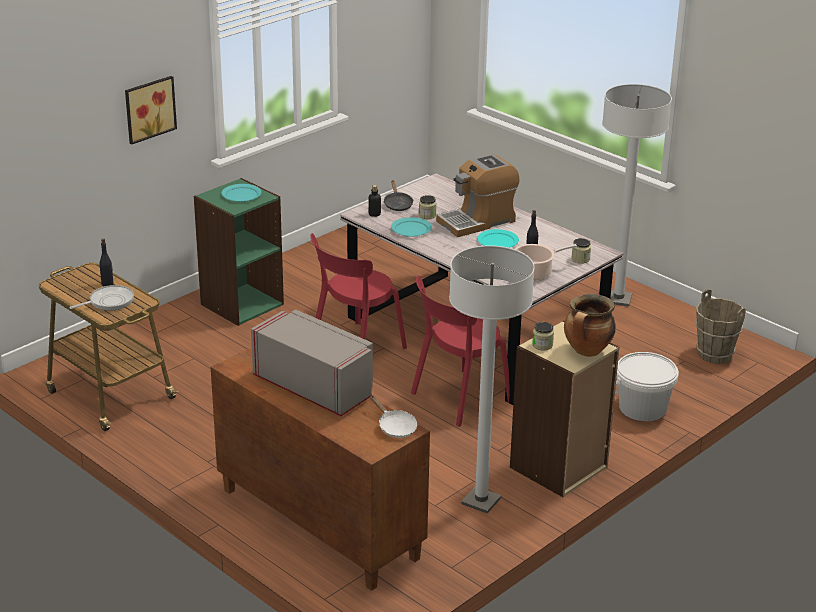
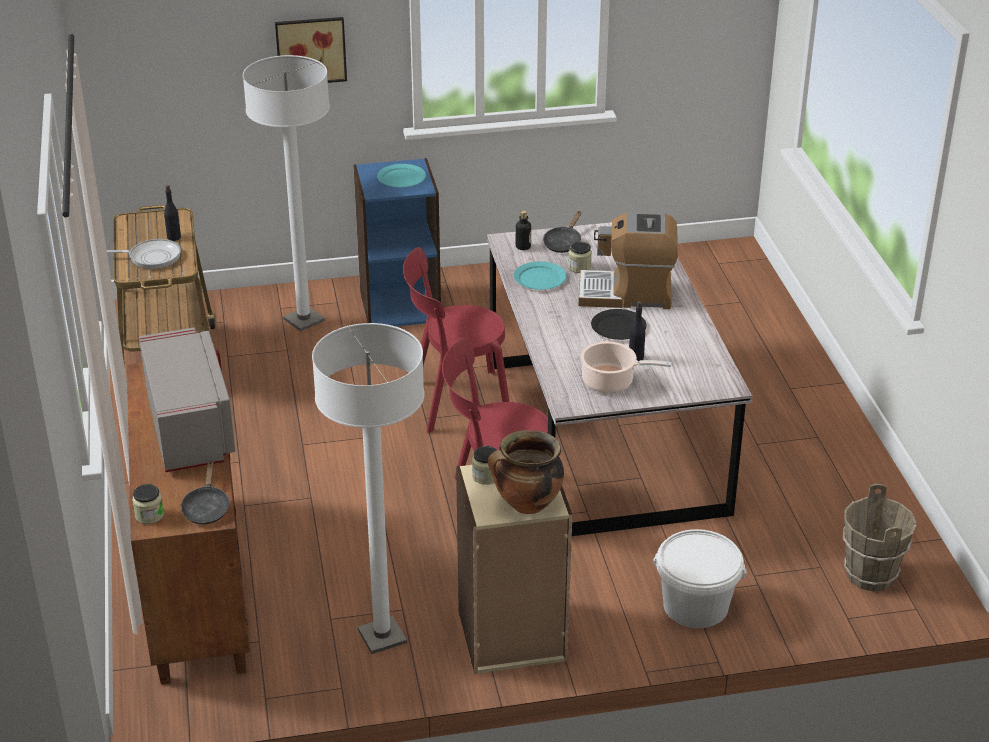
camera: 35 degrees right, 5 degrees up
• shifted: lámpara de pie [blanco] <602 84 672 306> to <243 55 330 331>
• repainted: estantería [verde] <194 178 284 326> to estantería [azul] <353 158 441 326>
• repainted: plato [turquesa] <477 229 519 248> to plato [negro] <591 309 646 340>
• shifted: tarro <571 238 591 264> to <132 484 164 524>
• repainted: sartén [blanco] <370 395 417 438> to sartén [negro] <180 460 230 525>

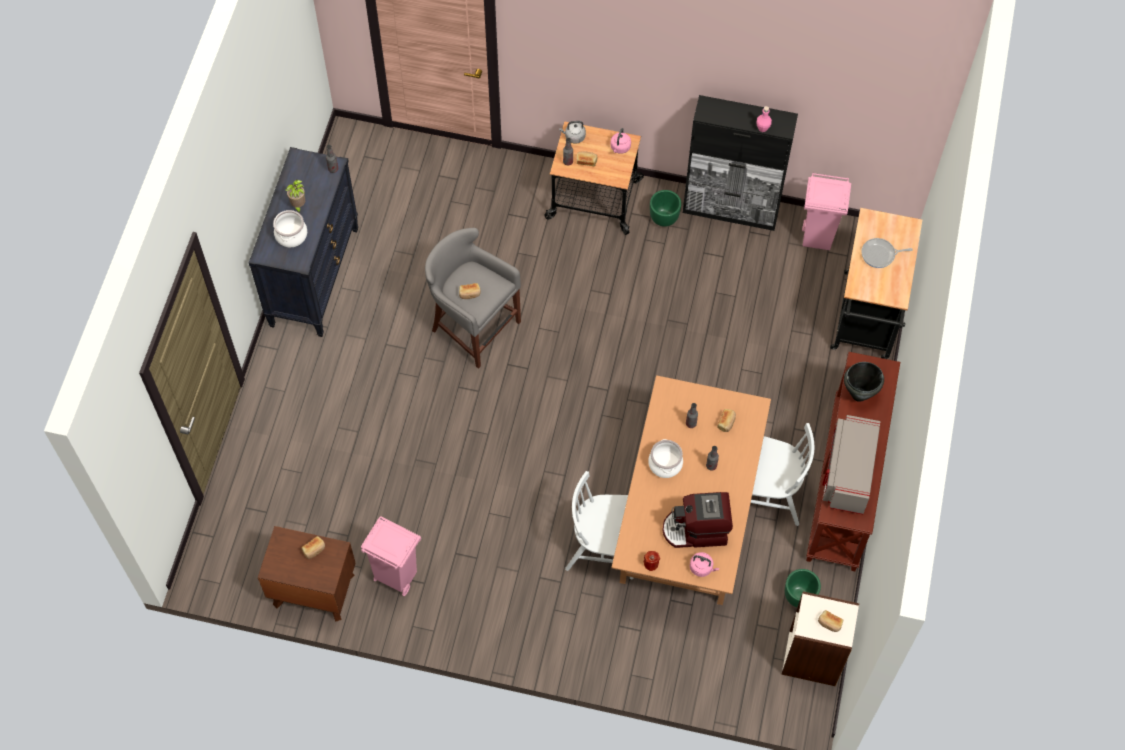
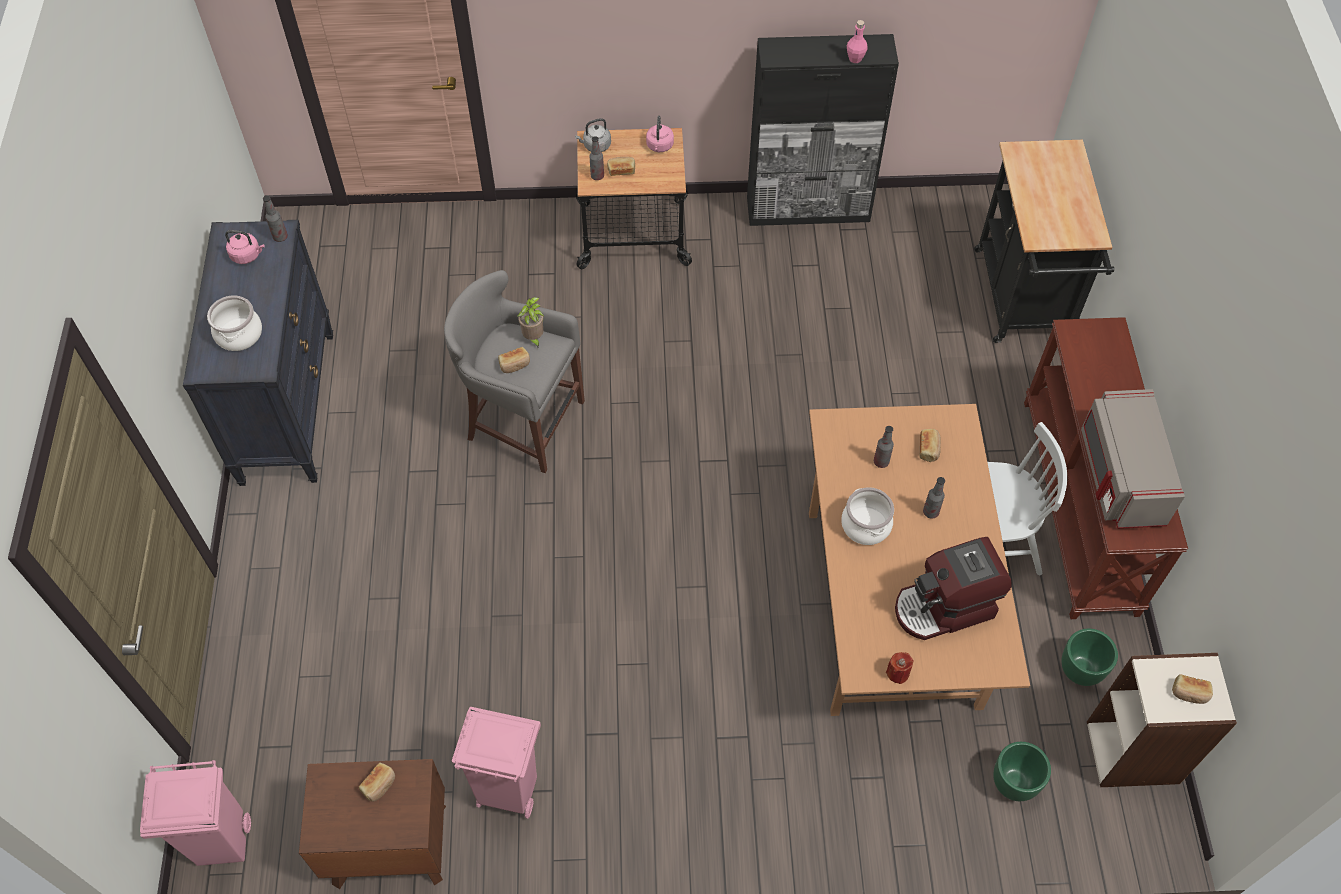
camera: 15 degrees left, 5 degrees down
• shifted: papelera [rosa] <802 173 851 250> to <140 760 251 866>
• shifted: planta en maceta <285 179 305 213> to <518 297 544 348>
• shifted: maceta [verde] <650 190 681 227> to <993 742 1051 801>
• gone: sartén <861 238 913 268>
• gone: olla [negro] <844 362 884 402>
• gone: silla [blanco] <565 471 634 579>
• shifted: hervidor [rosa] <690 552 719 577> to <225 230 264 264>

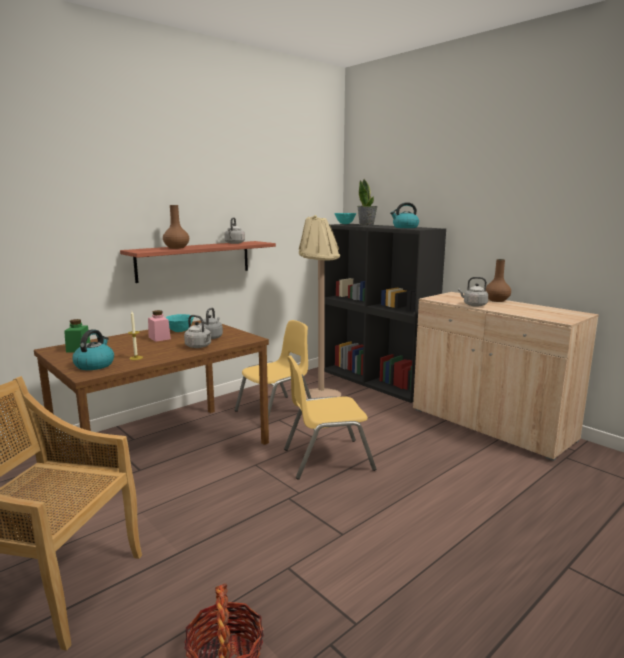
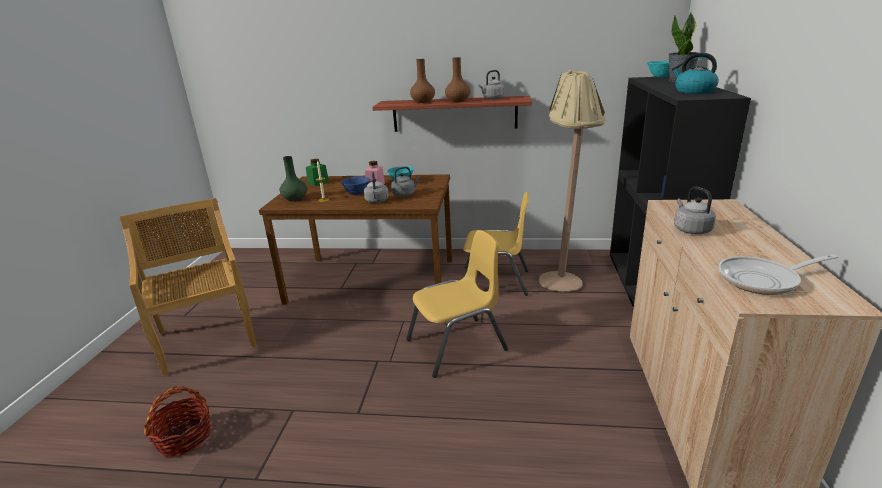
camera: 50 degrees right, 10 degrees up
• shifted: florero [marrón] <486 259 511 302> to <445 57 470 102>
• swapped: hervidor <72 330 114 370> to florero [verde] <279 156 307 201>
• rotated: silla [amarillo] <284 355 376 479> = <407 230 508 378> 120 degrees clockwise
• new: cuenco [azul] <341 176 370 195>
• new: sartén <719 254 838 295>

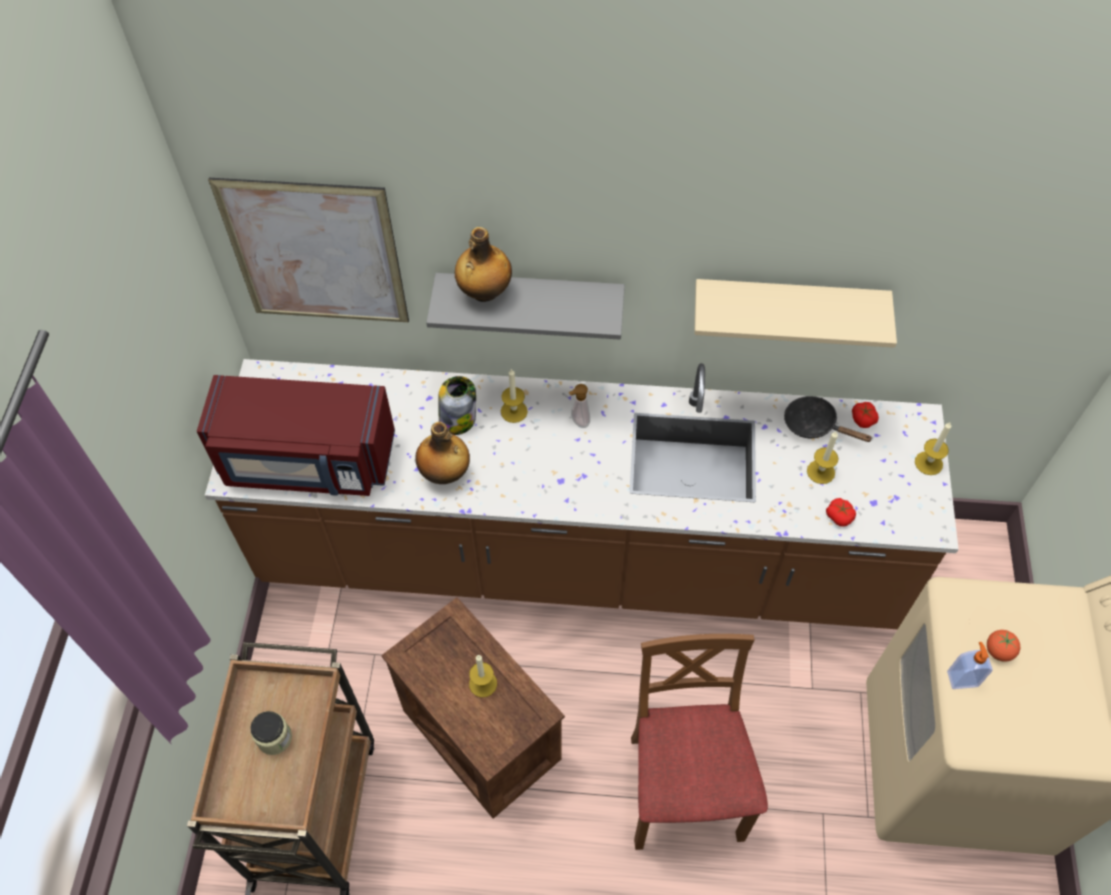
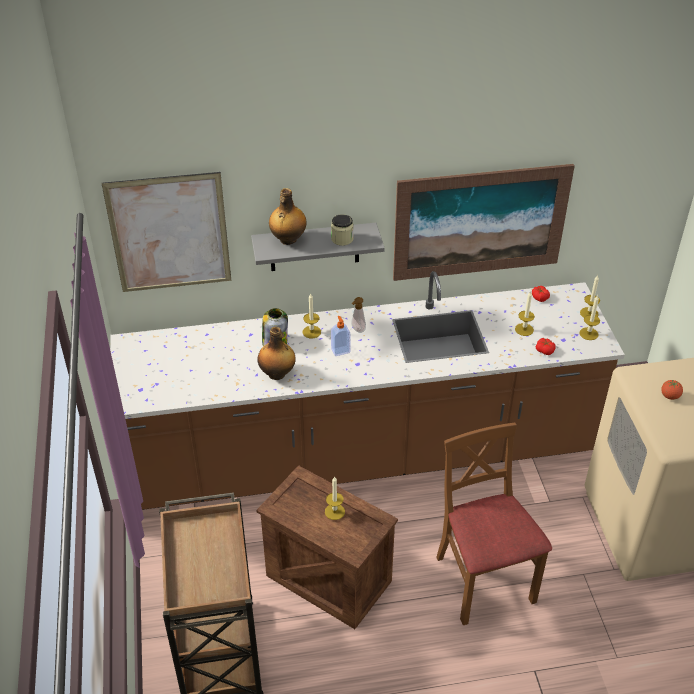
camera: 15 degrees left, 15 degrees down
• swapped: estante [beis] <694 279 897 348> to cuadro <393 164 575 281>
• gone: microondas [rojo] <197 375 395 496>
• gone: sartén [negro] <784 396 873 442>
• shifted: dispensador de jabón <947 642 993 689> to <331 316 350 356>
• shifted: tarro <250 711 292 755> to <331 214 354 246>
• new: vela <579 295 600 340>

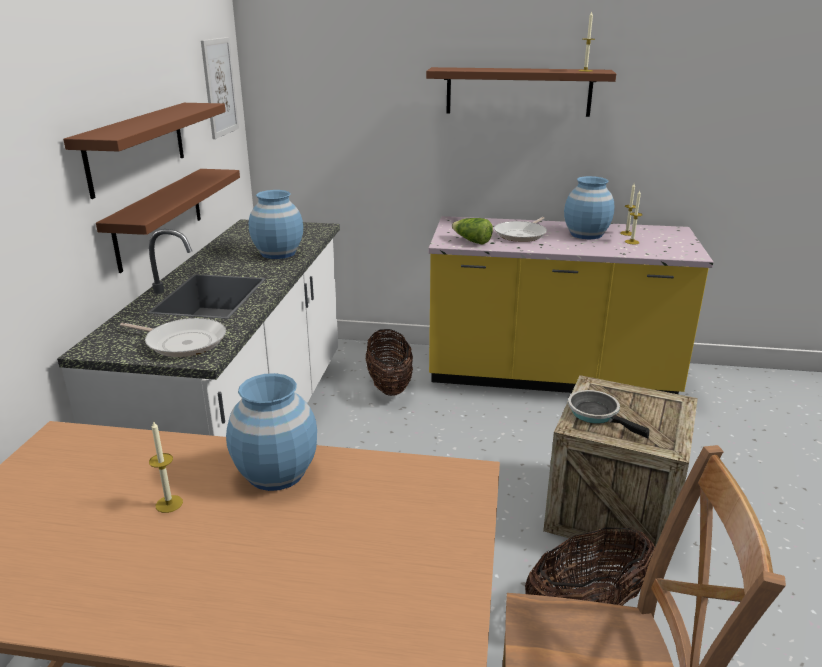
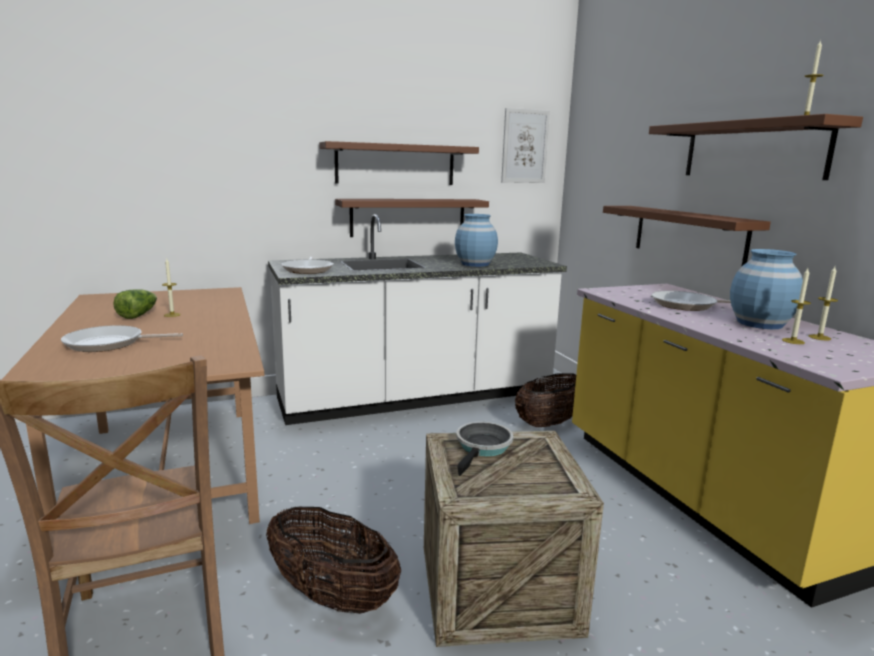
camera: 60 degrees right, 10 degrees down
• shifted: lechuga <452 218 493 245> to <113 289 157 319>
• gone: florero [azul] <226 373 317 491>
• new: estante [marrón] <603 206 771 266>
• new: sartén <61 325 183 352>

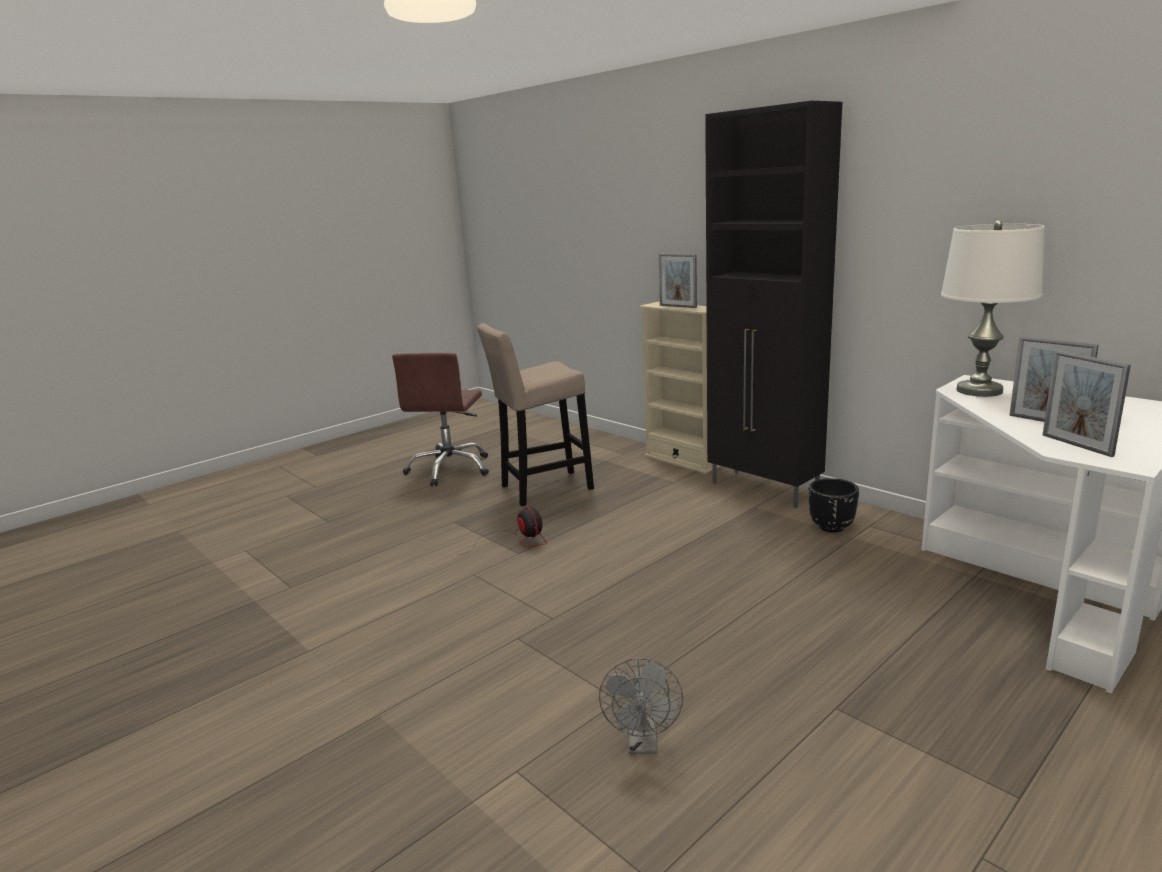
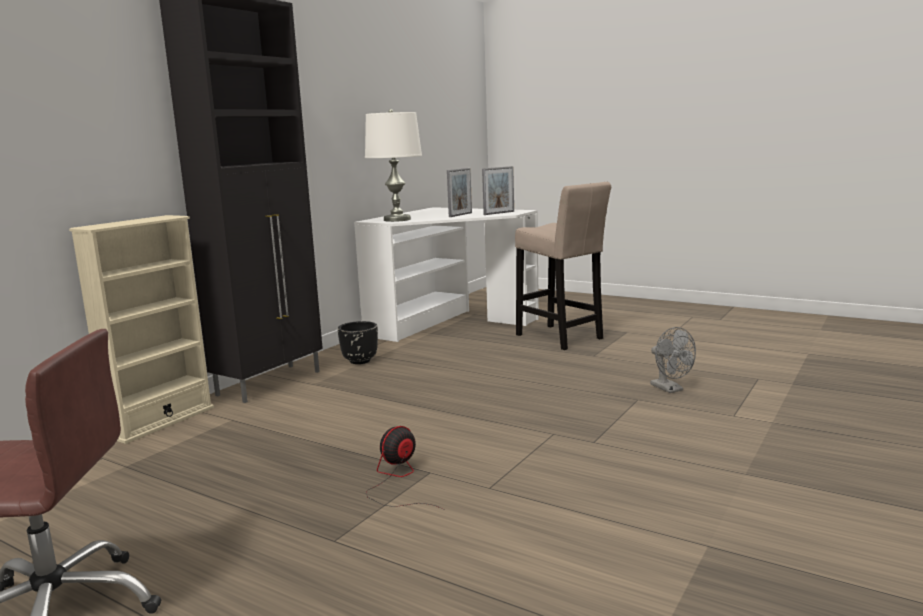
camera: 105 degrees left, 5 degrees down
• gone: portarretratos <659 254 697 308>
• shifted: taburete [beis] <477 323 594 507> to <515 182 611 350>
• rotated: ventilador [gris] <599 658 683 754> = <650 327 696 393> 75 degrees clockwise

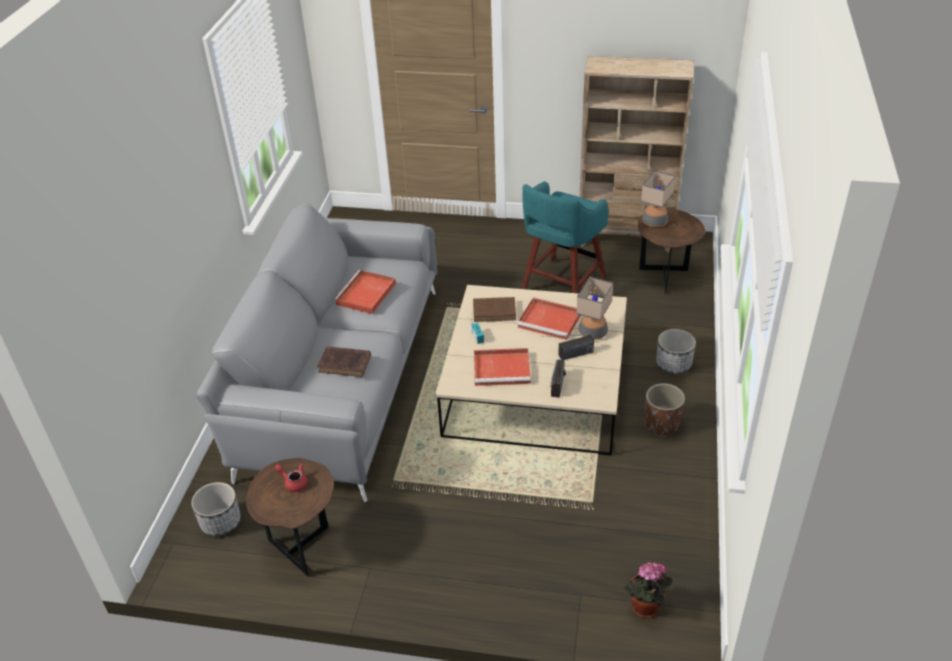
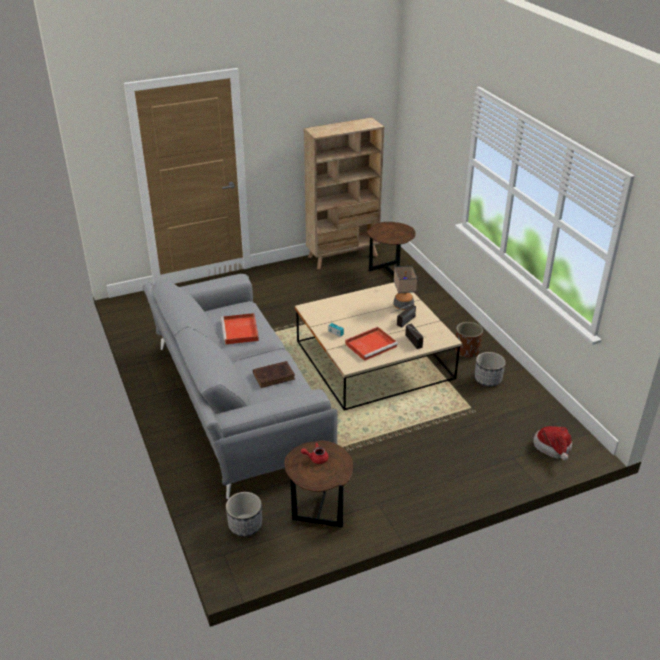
camera: 35 degrees left, 5 degrees down
• gone: lámpara de mesa <641 170 676 227>
• gone: taburete [turquesa] <522 181 609 293>
• gone: libro [marrón] <473 297 516 322>
• gone: bandeja [rojo] <517 298 581 340>
• shifted: maceta <656 329 696 374> to <475 352 506 387>
• swapped: planta en maceta <624 562 673 619> to sombrero <533 426 572 461>

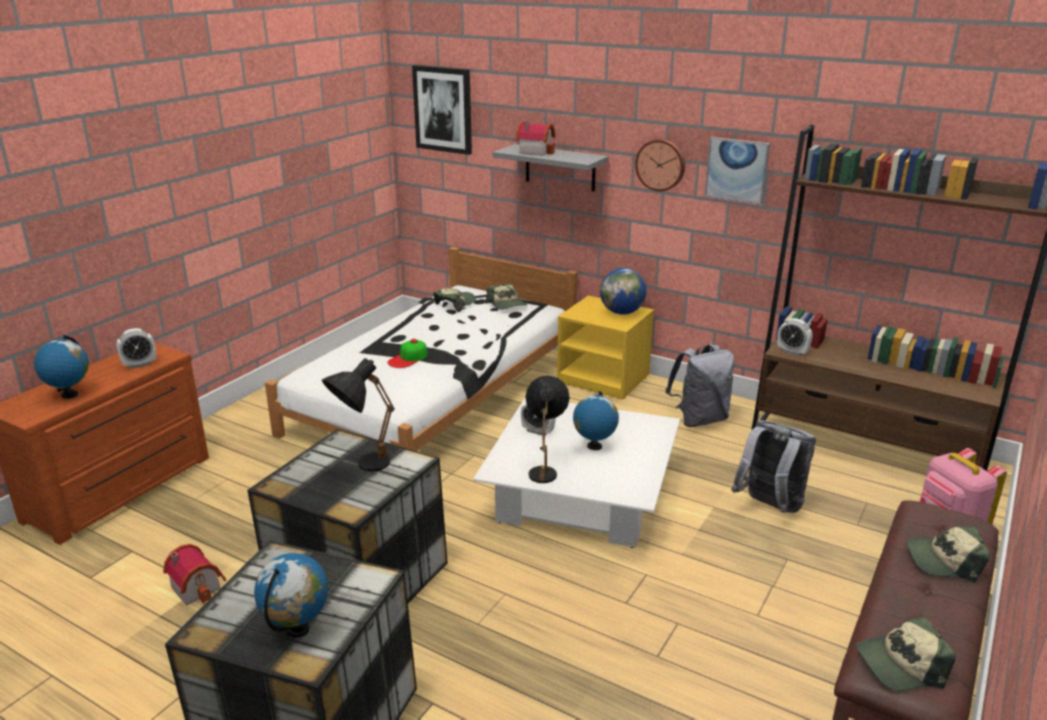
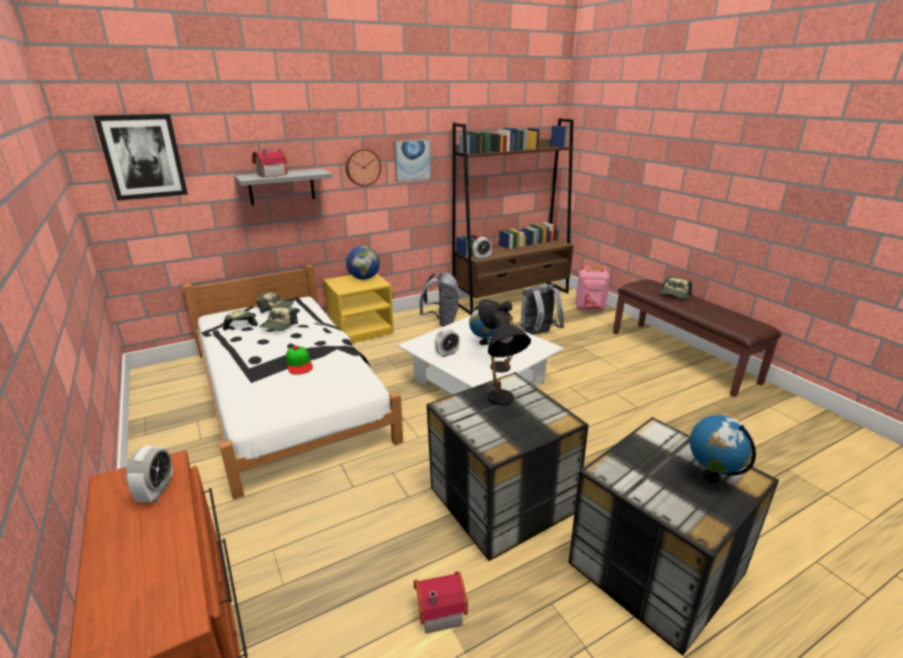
camera: 60 degrees left, 0 degrees up
• gone: globo terráqueo <34 335 89 398>
• shifted: gorra <856 617 956 691> to <259 305 298 331>

